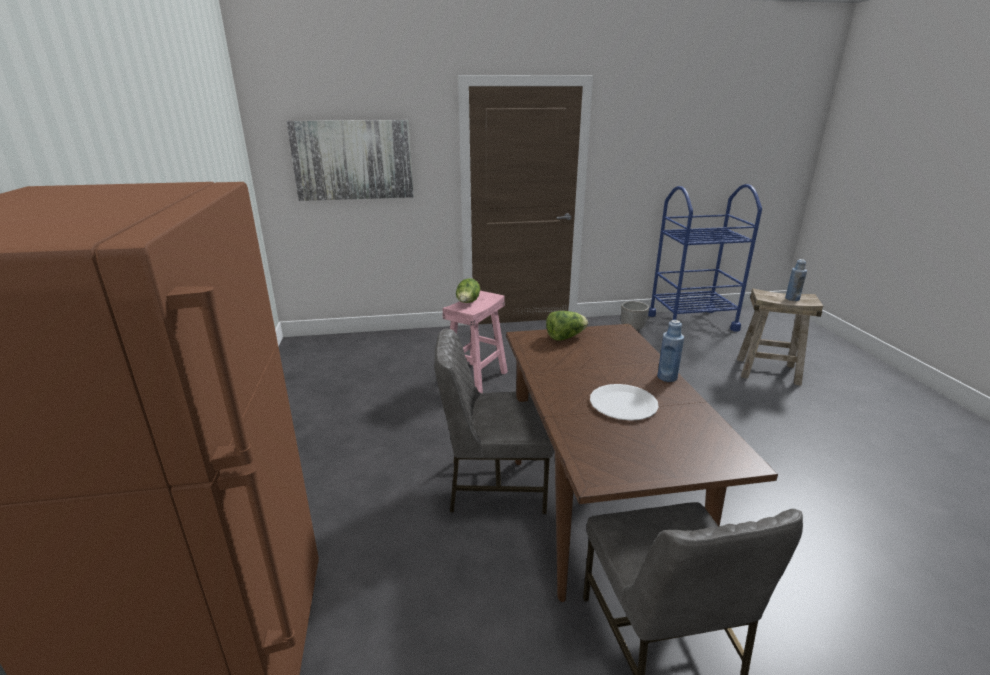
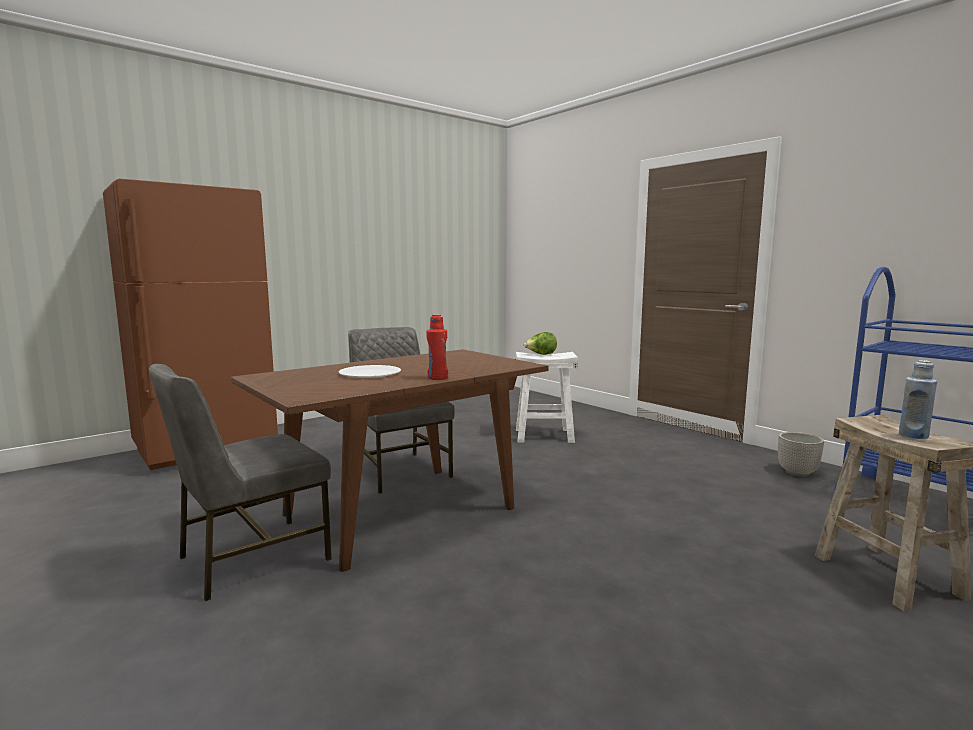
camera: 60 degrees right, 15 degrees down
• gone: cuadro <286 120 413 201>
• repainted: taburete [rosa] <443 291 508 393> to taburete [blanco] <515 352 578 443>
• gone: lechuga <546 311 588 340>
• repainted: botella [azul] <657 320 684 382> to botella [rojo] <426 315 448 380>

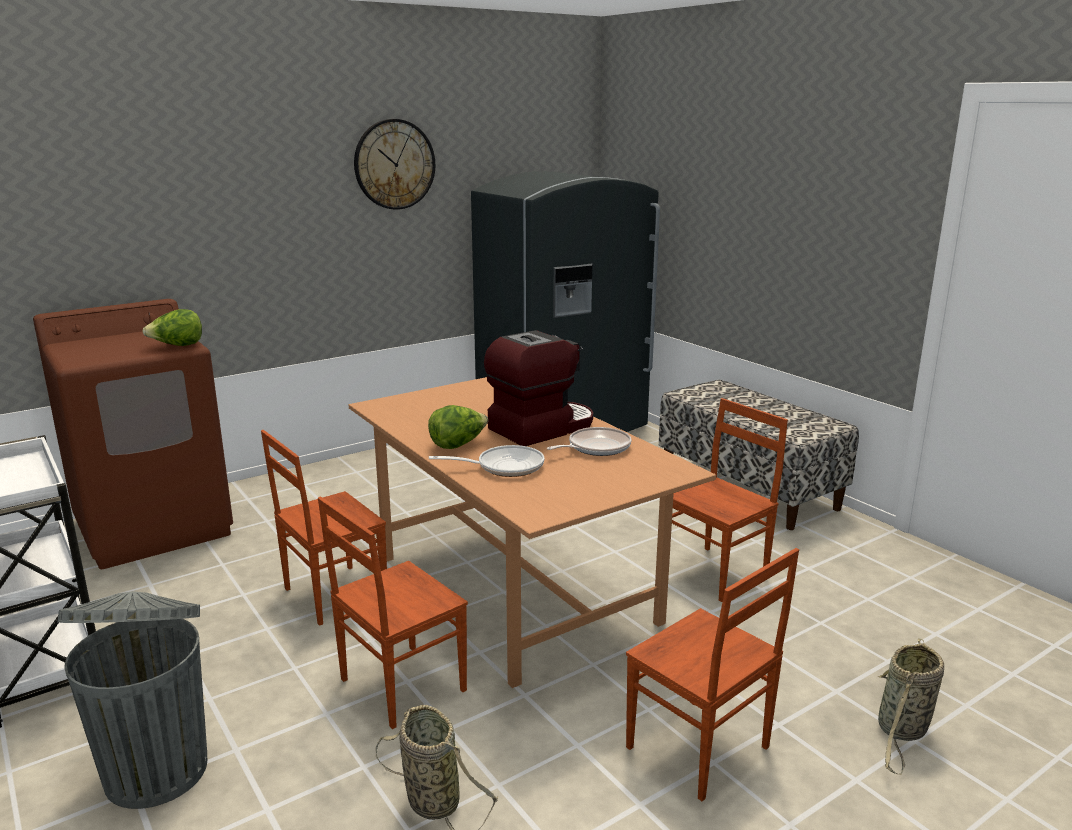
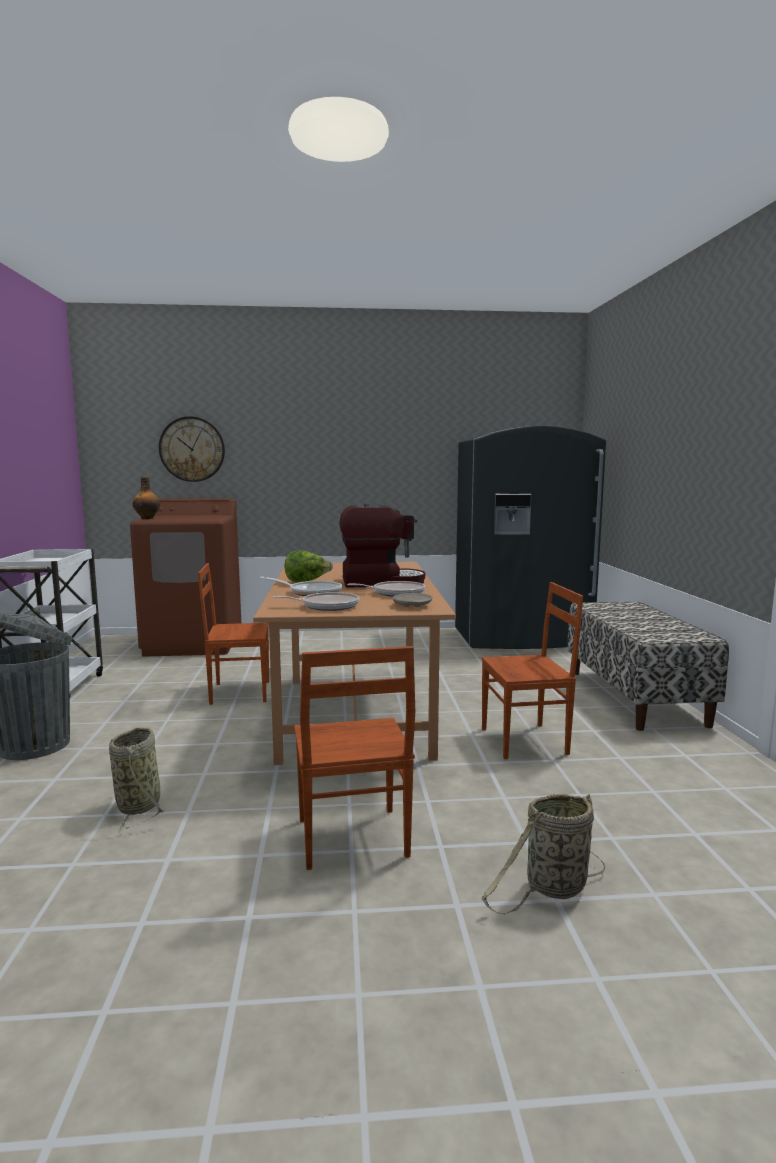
camera: 30 degrees right, 10 degrees down
• shifted: reloj de pared <354 119 435 210> to <159 416 225 482>
• gone: lechuga <142 309 202 346>
• gone: silla [marrón] <318 496 468 729>
• new: botella <133 477 160 519>
• new: sartén <273 592 359 611>
• new: plato [beis] <392 593 433 607>

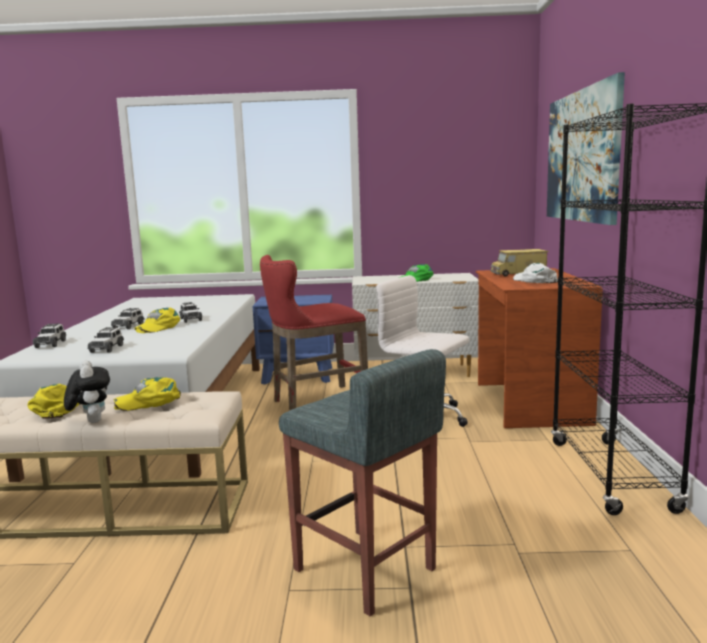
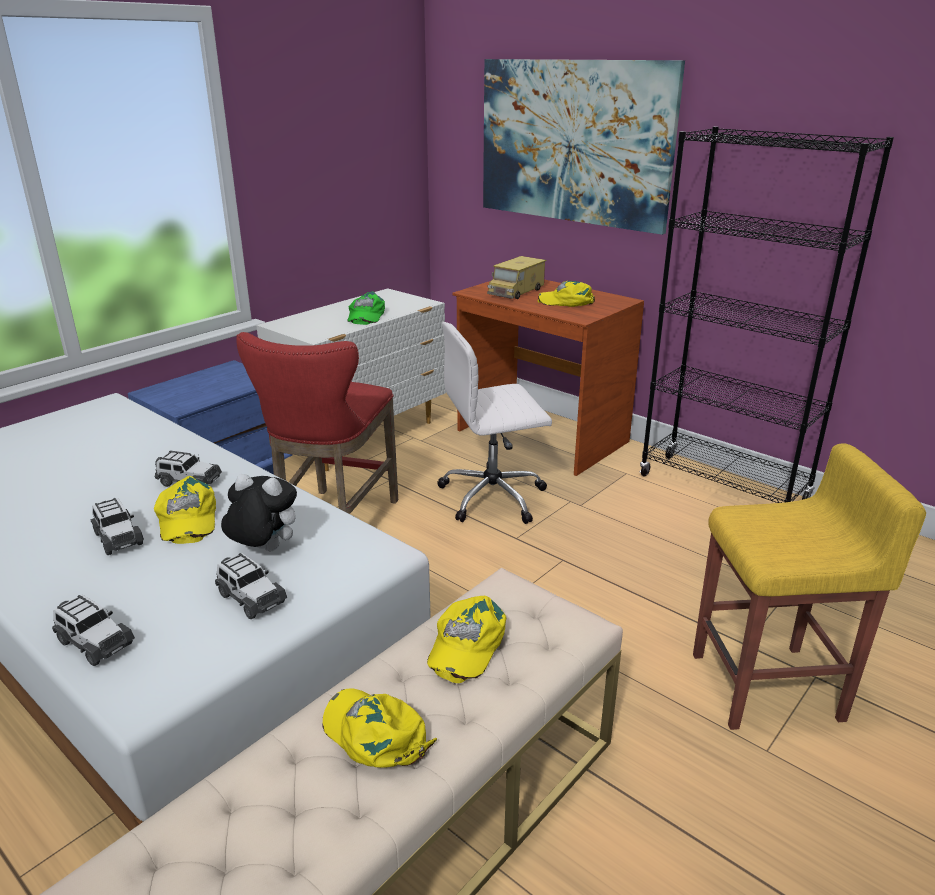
camera: 50 degrees left, 15 degrees up
• repainted: gorra [blanco] <513 263 558 283> to gorra [amarillo] <537 281 595 307>
• repainted: taburete [gris] <279 349 446 617> to taburete [amarillo] <693 443 926 730>
• shifted: peluche <64 360 110 423> to <221 474 297 551>

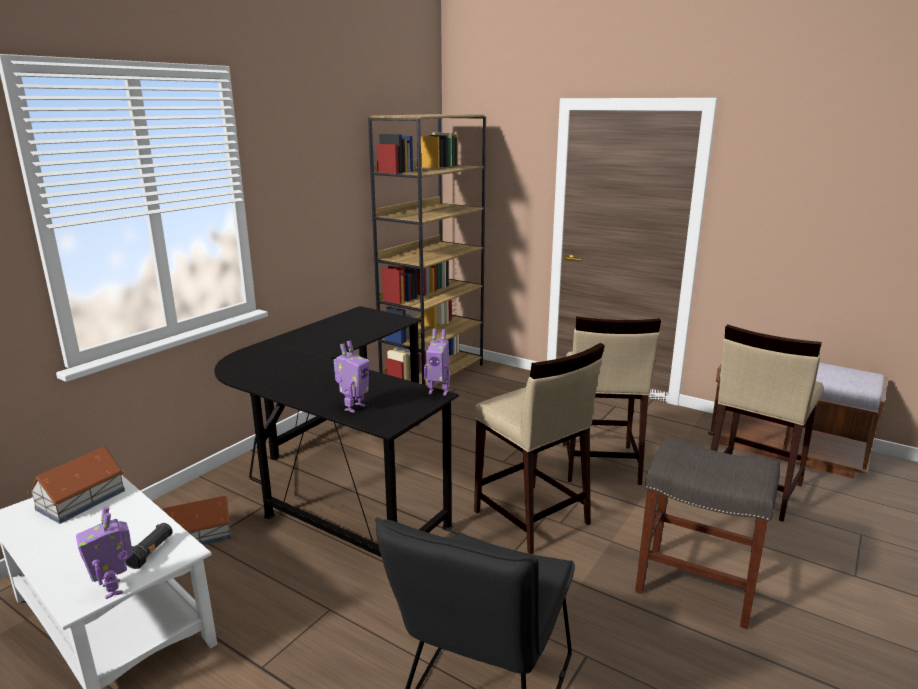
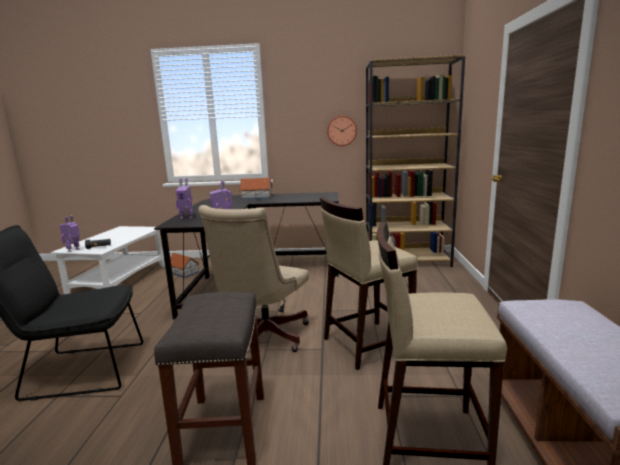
camera: 60 degrees right, 5 degrees down
• swapped: taburete [beis] <474 343 605 554> to silla de oficina [beis] <198 205 309 352>
• shifted: casita <28 446 125 524> to <239 178 273 200>
• new: reloj de pared <327 116 357 146>

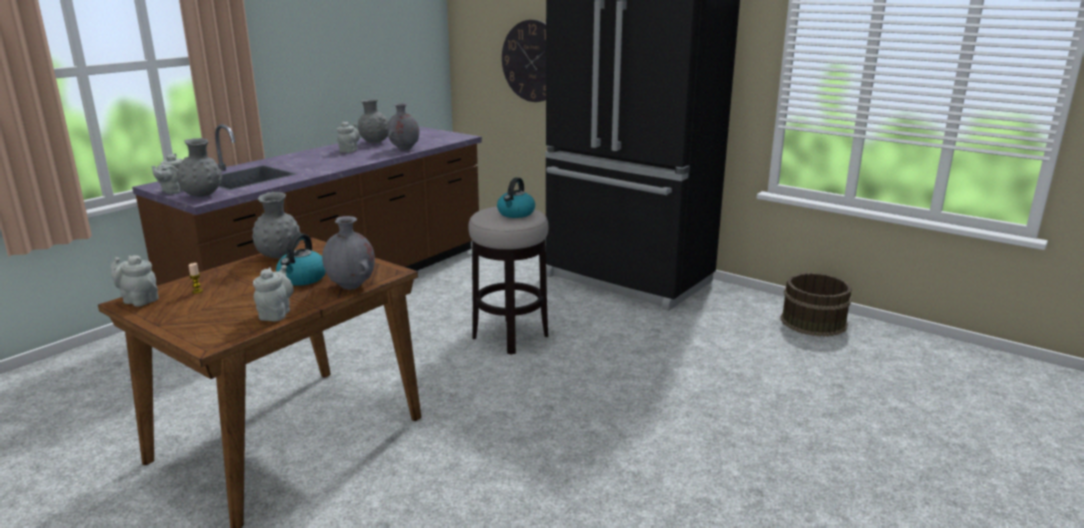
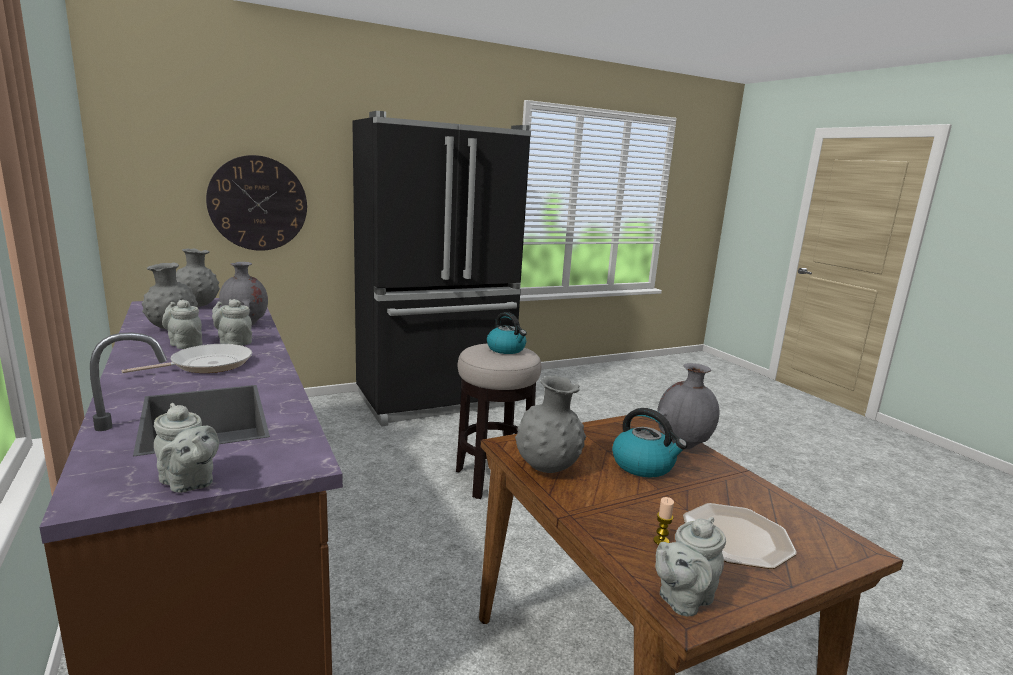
camera: 65 degrees left, 5 degrees down
• shifted: florero [gris] <177 138 223 197> to <176 248 220 307>
• shifted: tetera [gris] <253 265 294 321> to <212 299 252 346>
• gone: cubo [marrón] <780 273 852 337>
• new: sartén <121 344 252 373>
• new: plato <683 503 797 569>

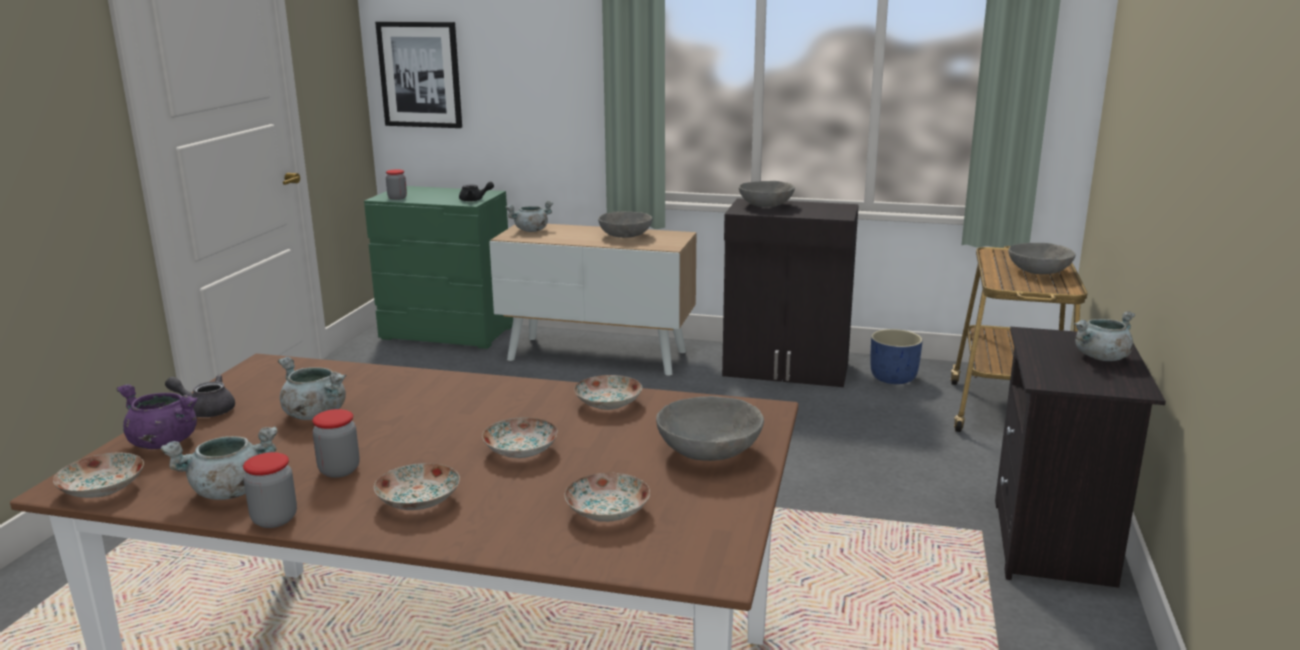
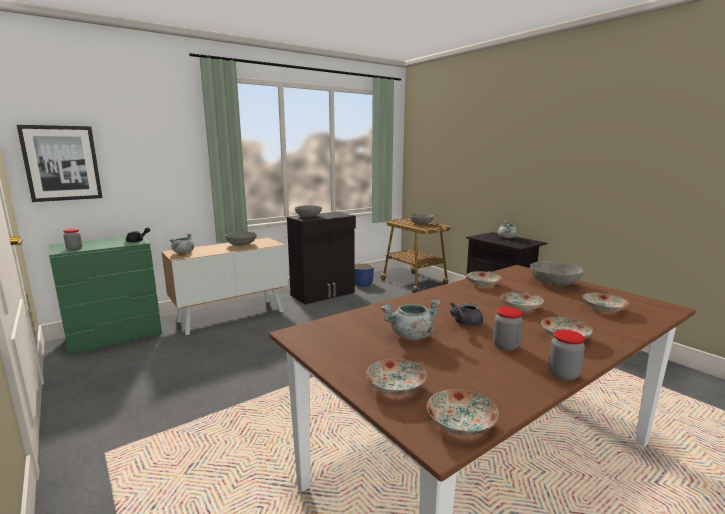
camera: 50 degrees left, 5 degrees down
• shifted: tetera [gris] <165 375 235 417> to <450 302 483 326>
• swapped: olla [morado] <116 384 199 449> to plato <366 359 427 395>
• gone: olla [gris] <161 426 277 500>

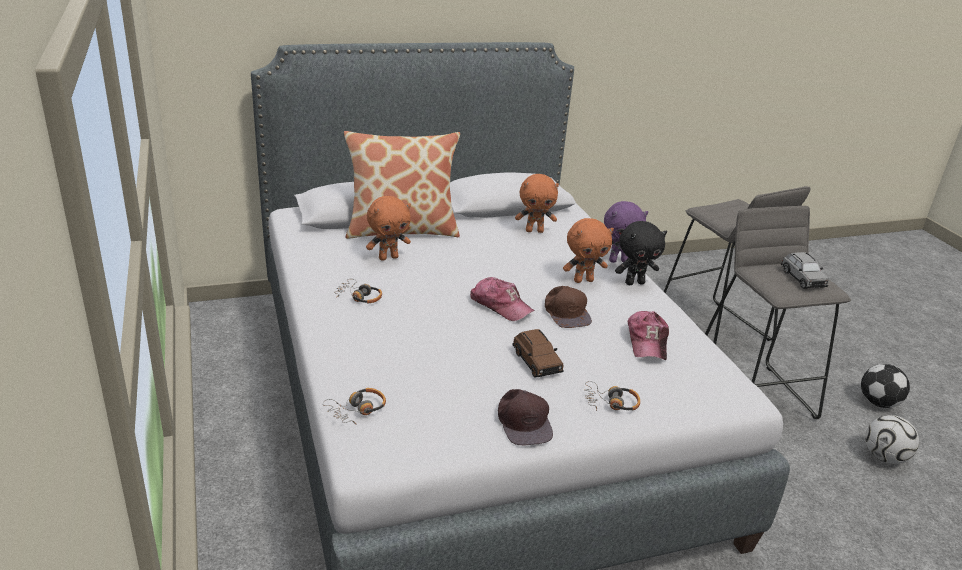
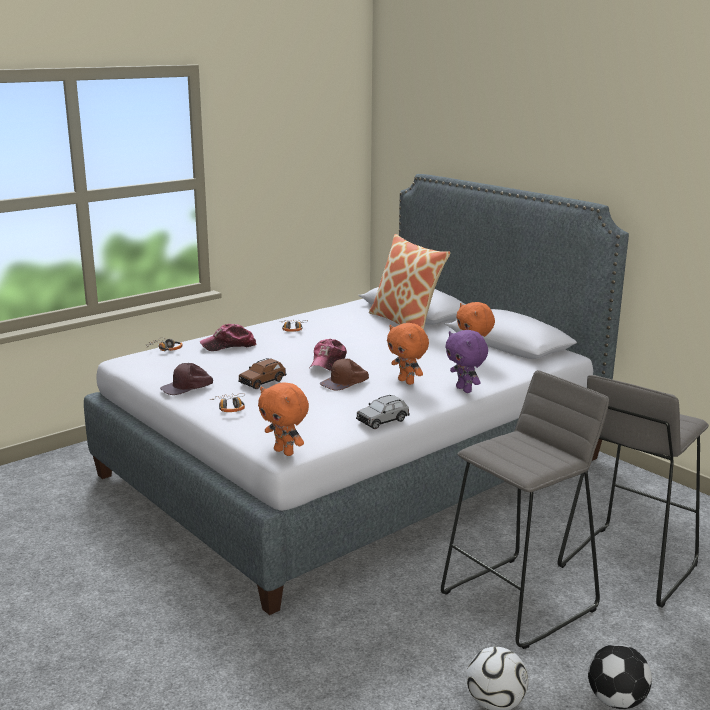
camera: 70 degrees right, 10 degrees down
• shifted: peluche [naranja] <366 196 411 261> to <258 382 309 456>
• gone: peluche [negro] <615 221 667 285>
• shifted: coche de juguete [gris] <781 252 829 289> to <356 395 410 429>
• shifted: gorra <628 311 669 360> to <200 324 256 351>

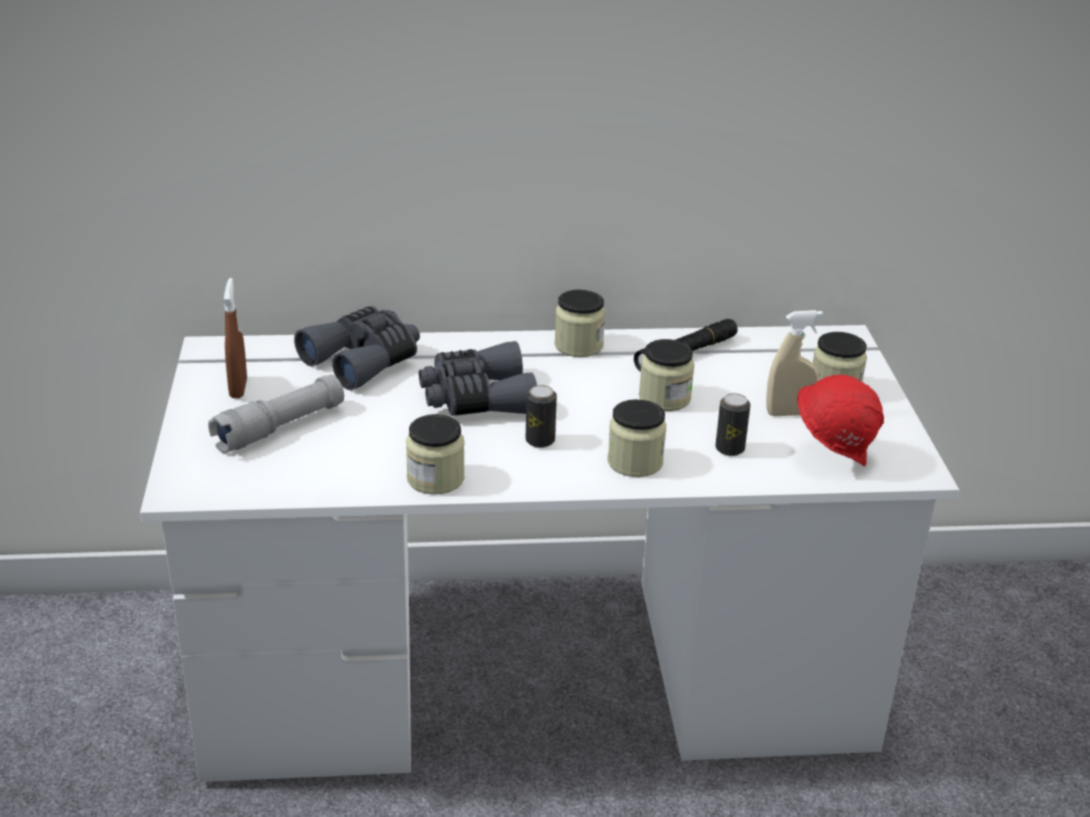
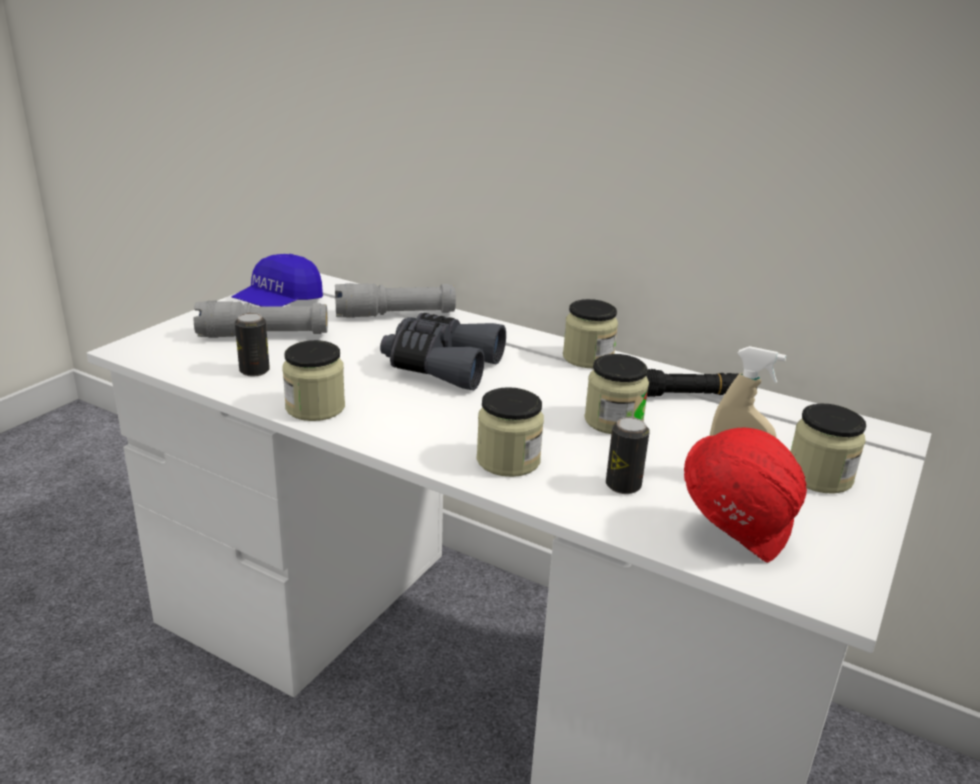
camera: 35 degrees right, 5 degrees down
• swapped: pulverizador [marrón] <224 278 247 398> to gorra [azul] <232 254 323 307>
• swapped: prismáticos [gris] <294 306 420 391> to linterna [gris] <335 283 456 318>
• shifted: lata <525 385 557 448> to <235 313 270 377>

